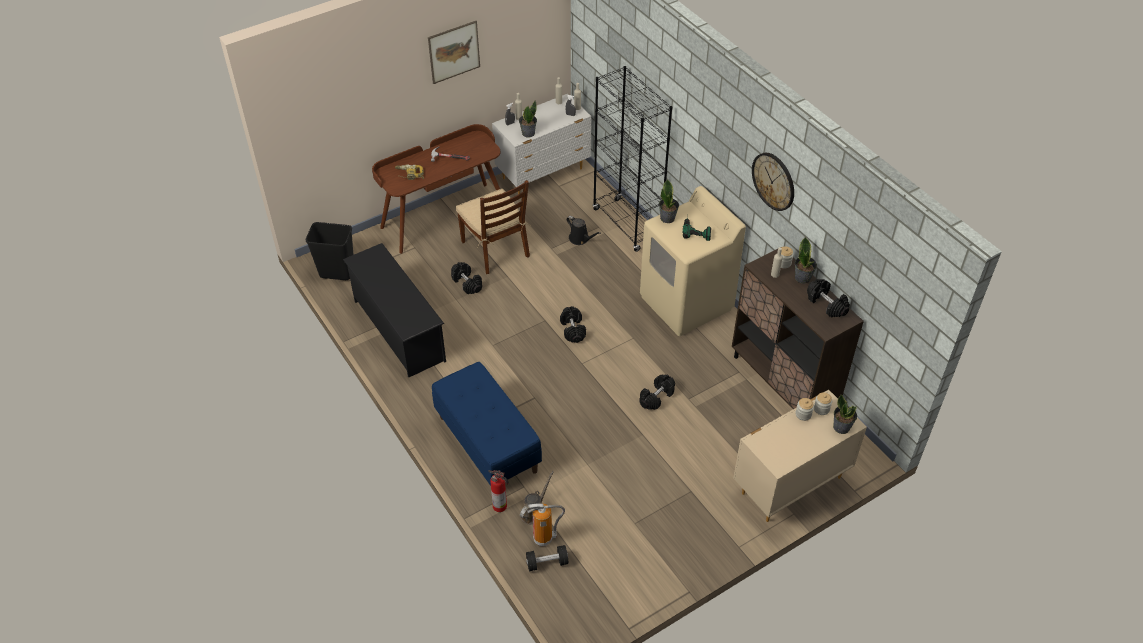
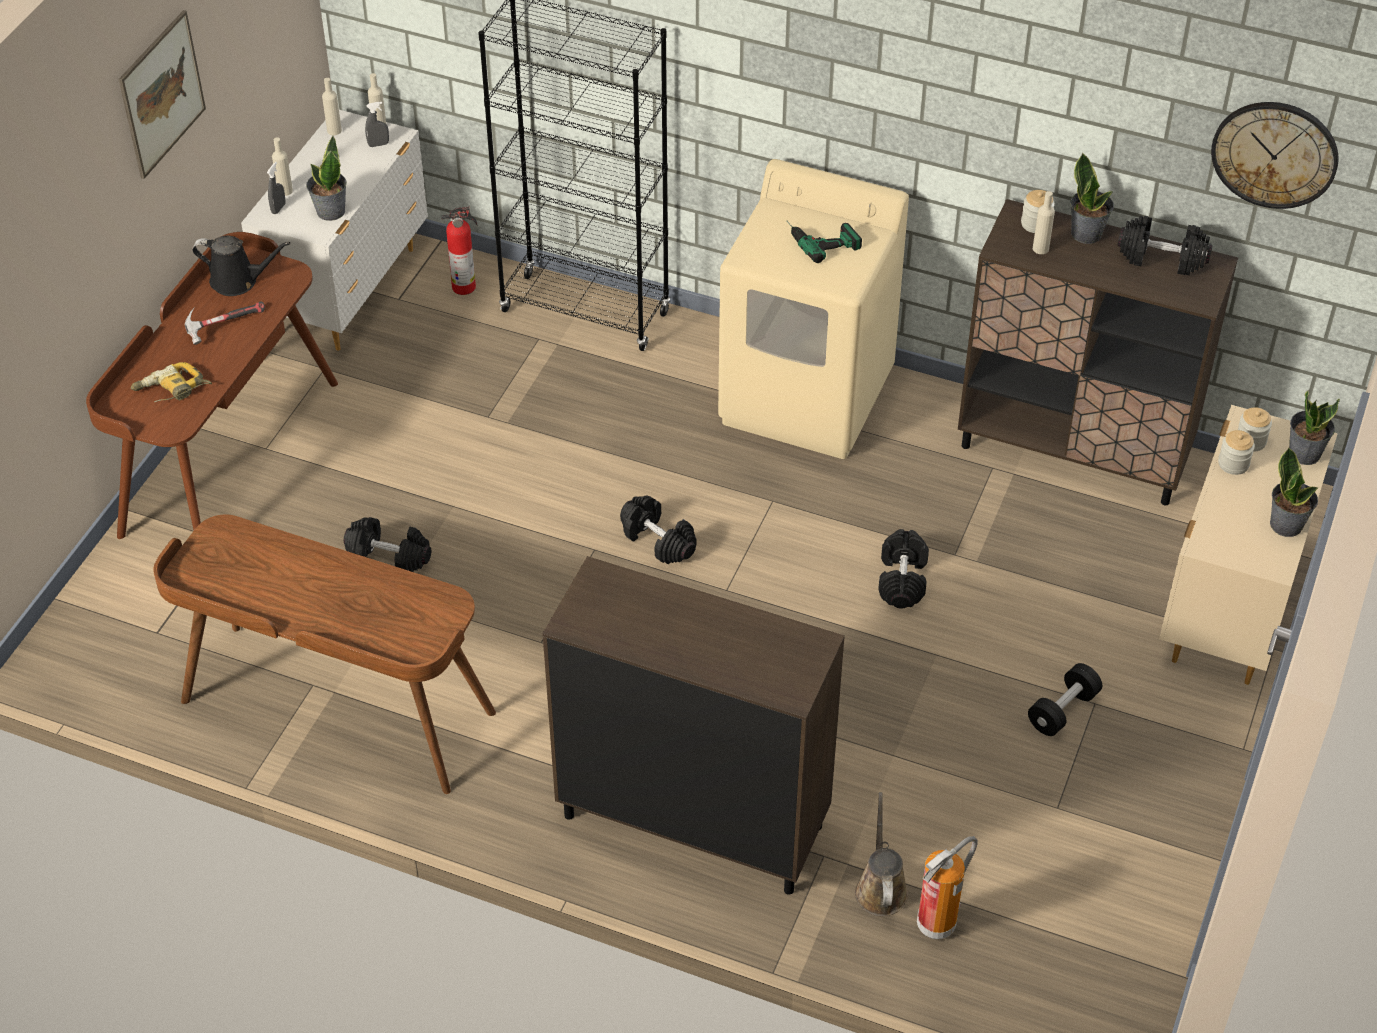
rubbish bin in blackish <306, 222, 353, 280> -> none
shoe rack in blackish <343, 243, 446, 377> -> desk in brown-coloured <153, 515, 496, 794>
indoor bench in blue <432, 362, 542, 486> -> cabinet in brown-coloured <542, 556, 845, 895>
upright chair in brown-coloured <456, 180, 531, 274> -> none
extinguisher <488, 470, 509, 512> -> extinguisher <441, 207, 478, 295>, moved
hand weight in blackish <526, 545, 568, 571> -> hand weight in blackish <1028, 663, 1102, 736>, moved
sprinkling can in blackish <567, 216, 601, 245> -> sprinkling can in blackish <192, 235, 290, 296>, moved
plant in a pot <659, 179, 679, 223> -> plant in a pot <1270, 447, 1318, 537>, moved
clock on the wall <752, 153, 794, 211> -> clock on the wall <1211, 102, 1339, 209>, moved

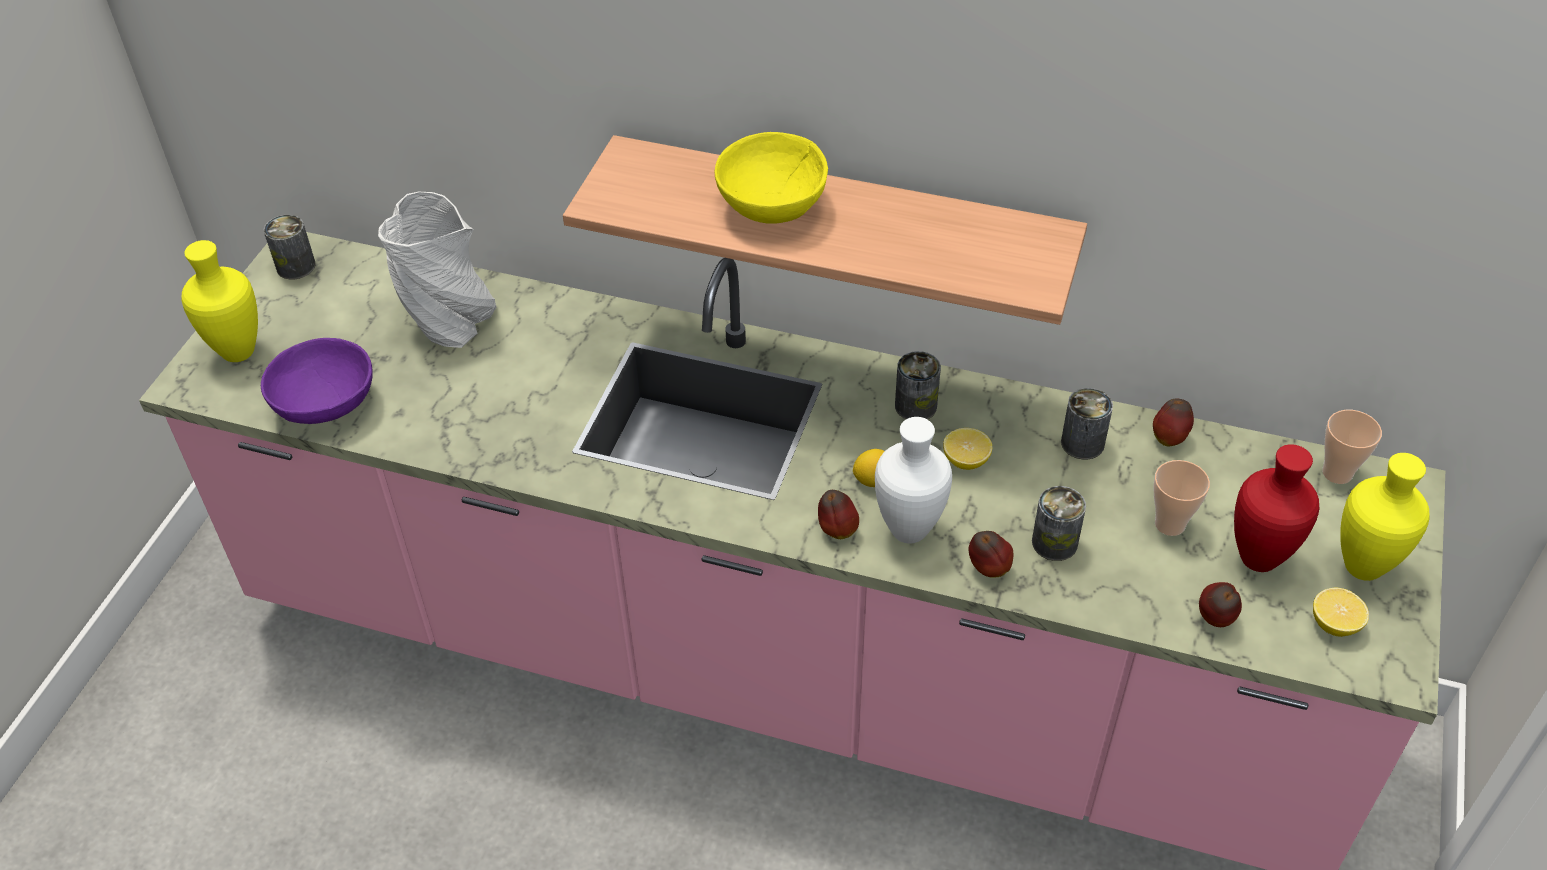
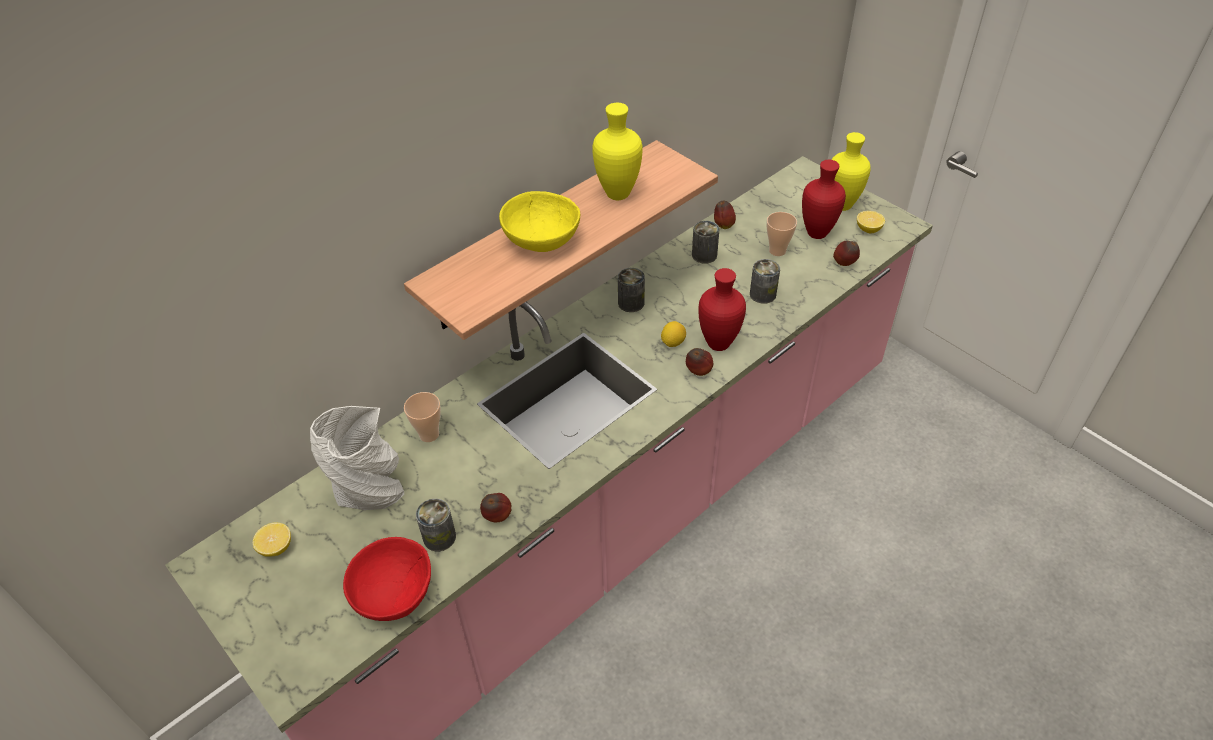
vase in yellow <182, 240, 258, 362> -> vase in yellow <592, 103, 643, 200>, moved
deep dish in purplish <261, 338, 373, 424> -> deep dish in red-coloured <343, 537, 431, 621>
metal can <264, 215, 316, 280> -> metal can <416, 499, 456, 551>, moved
vase in white <875, 417, 952, 544> -> vase in red-coloured <698, 268, 746, 351>
lemon <943, 428, 992, 470> -> lemon <253, 522, 291, 557>, moved
apple <969, 531, 1013, 578> -> apple <480, 493, 511, 522>, moved
small cup <1322, 410, 1382, 484> -> small cup <404, 392, 441, 442>, moved

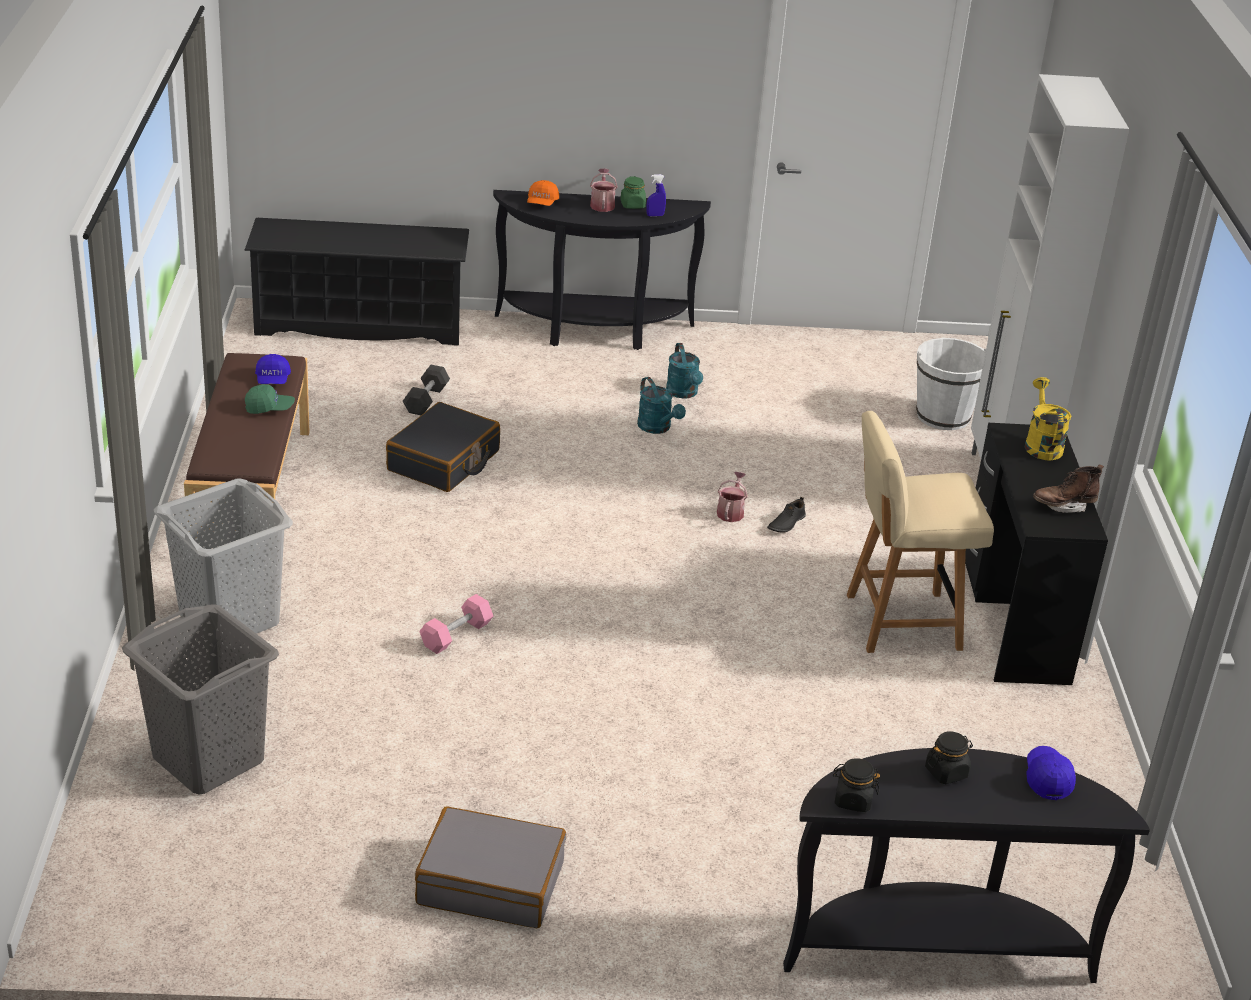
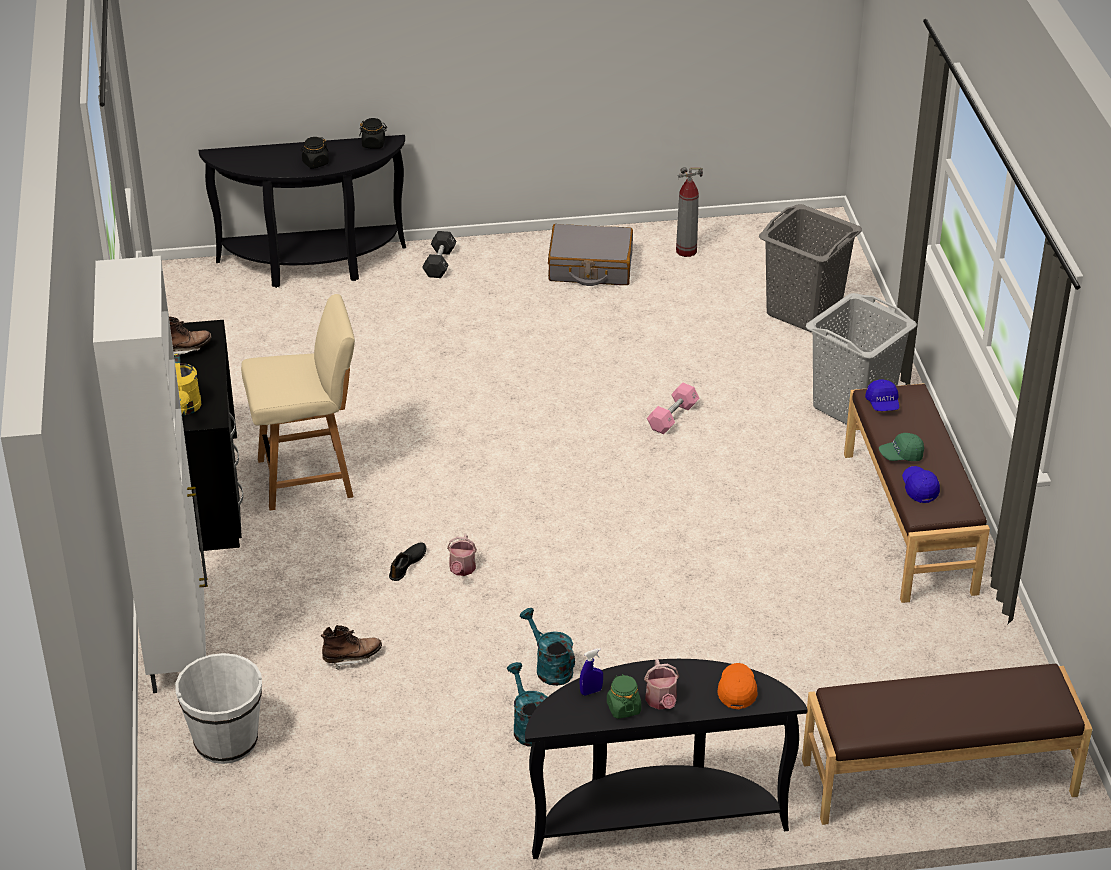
shoe rack in blackish <244, 218, 469, 346> -> indoor bench in brown-coloured <802, 664, 1092, 825>
suitcase in blackish <386, 402, 500, 492> -> none
hand weight in blackish <403, 365, 450, 415> -> hand weight in blackish <422, 231, 457, 278>, moved
cap in blue <1026, 746, 1076, 800> -> cap in blue <865, 379, 899, 411>, moved
none -> high-top boot in brown-coloured <321, 625, 382, 670>
none -> extinguisher <676, 167, 703, 257>

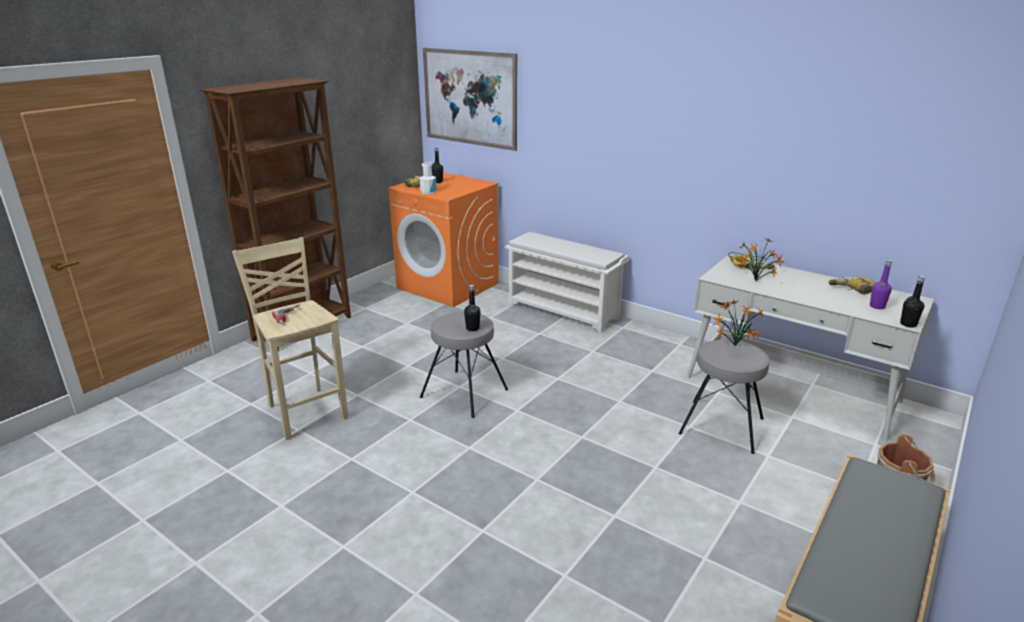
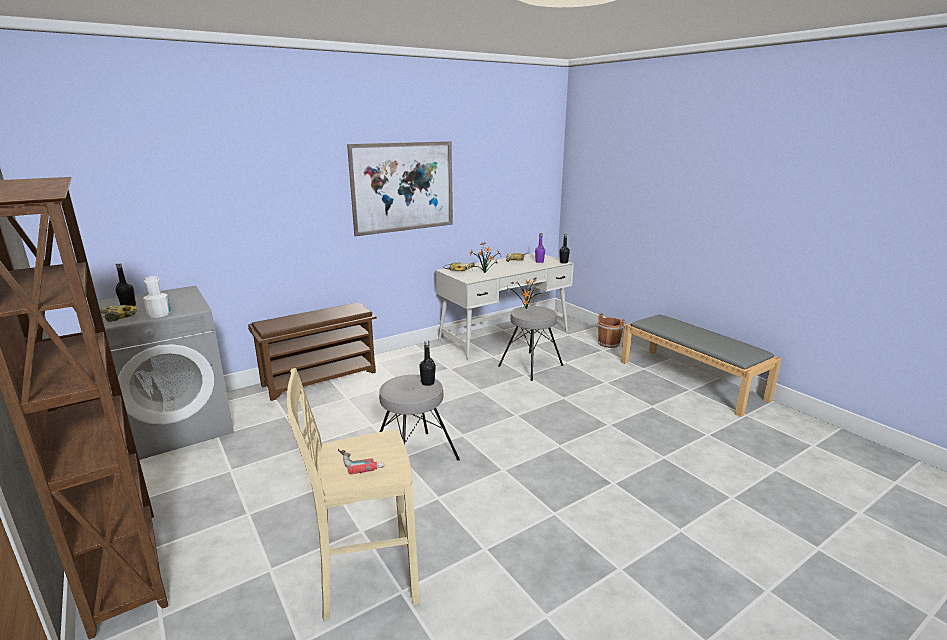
laundry appliance in orangey <389, 172, 499, 307> -> laundry appliance in gray <88, 286, 234, 460>
wall art <423, 48, 517, 151> -> wall art <347, 141, 453, 236>, moved
shoe rack in white <505, 232, 629, 333> -> shoe rack in brown-coloured <248, 302, 376, 401>

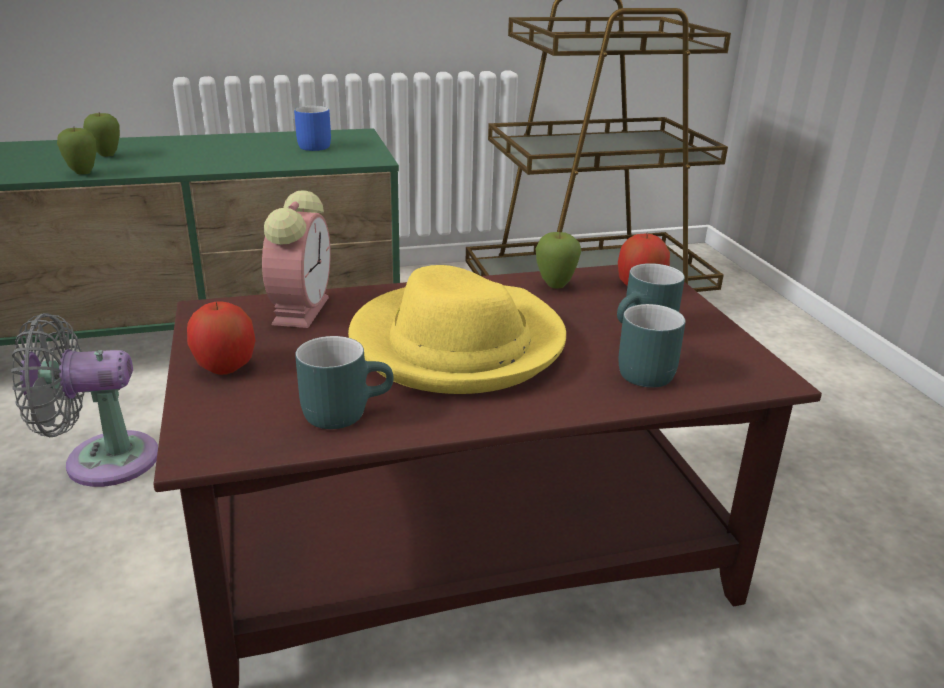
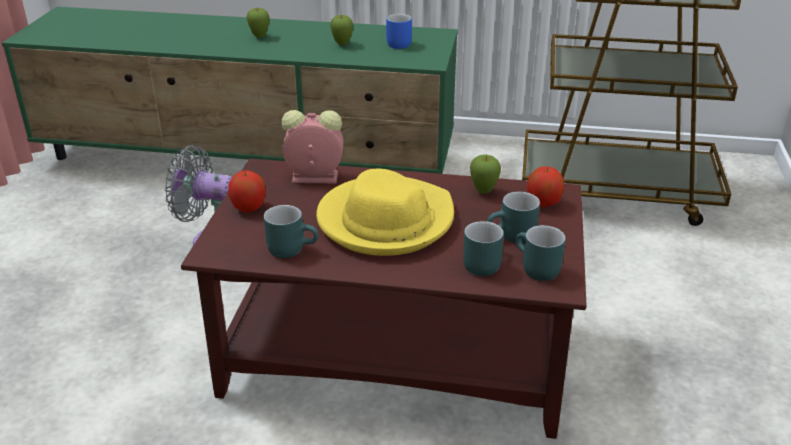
apple <57, 126, 97, 174> -> apple <330, 15, 353, 46>, moved
alarm clock <262, 190, 331, 328> -> alarm clock <281, 110, 344, 183>, 120 degrees counterclockwise
none -> tea mug in turquoise-coloured <516, 225, 566, 281>

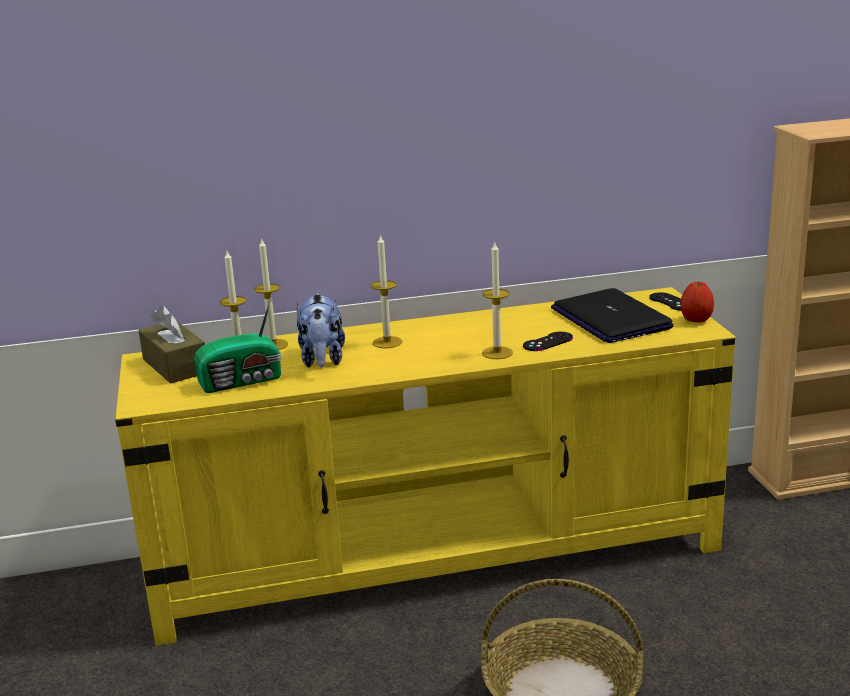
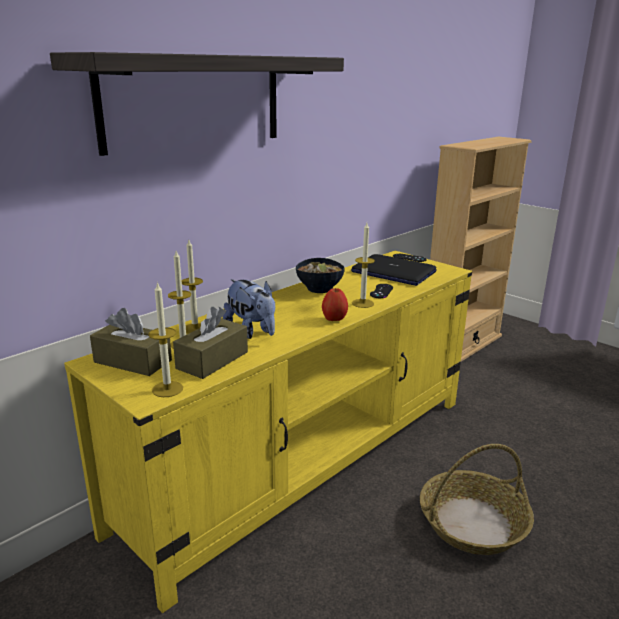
radio receiver <194, 294, 281, 393> -> box of tissues in brown-coloured <173, 307, 248, 379>
candle <371, 234, 402, 348> -> candle <148, 282, 183, 397>, moved
apple <680, 282, 714, 323> -> apple <322, 288, 348, 321>, moved
none -> wall shelf <50, 52, 344, 156>
none -> deep dish <296, 258, 345, 293>

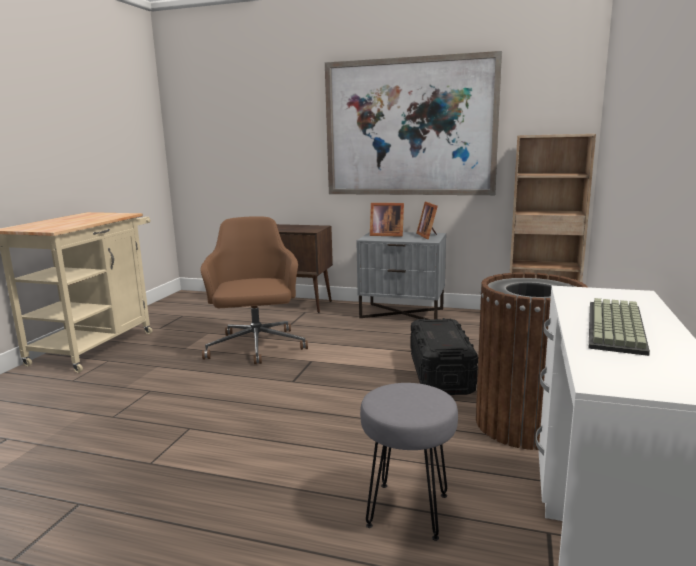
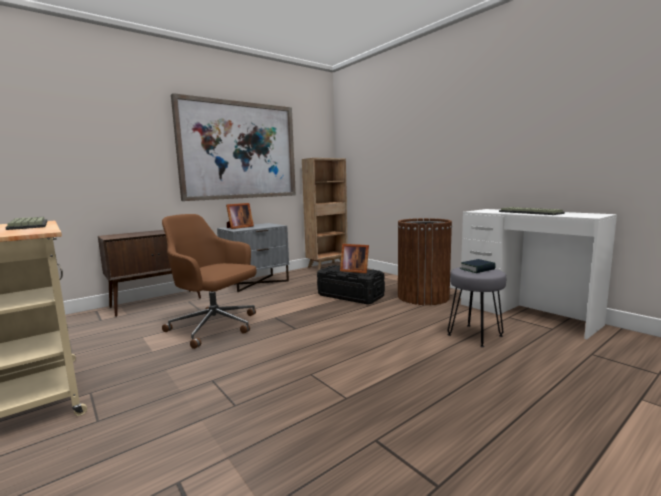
photo frame <416, 201, 438, 239> -> photo frame <340, 244, 369, 273>, moved
none -> computer keyboard <5, 217, 47, 230>
none -> volume <460, 259, 496, 273>

